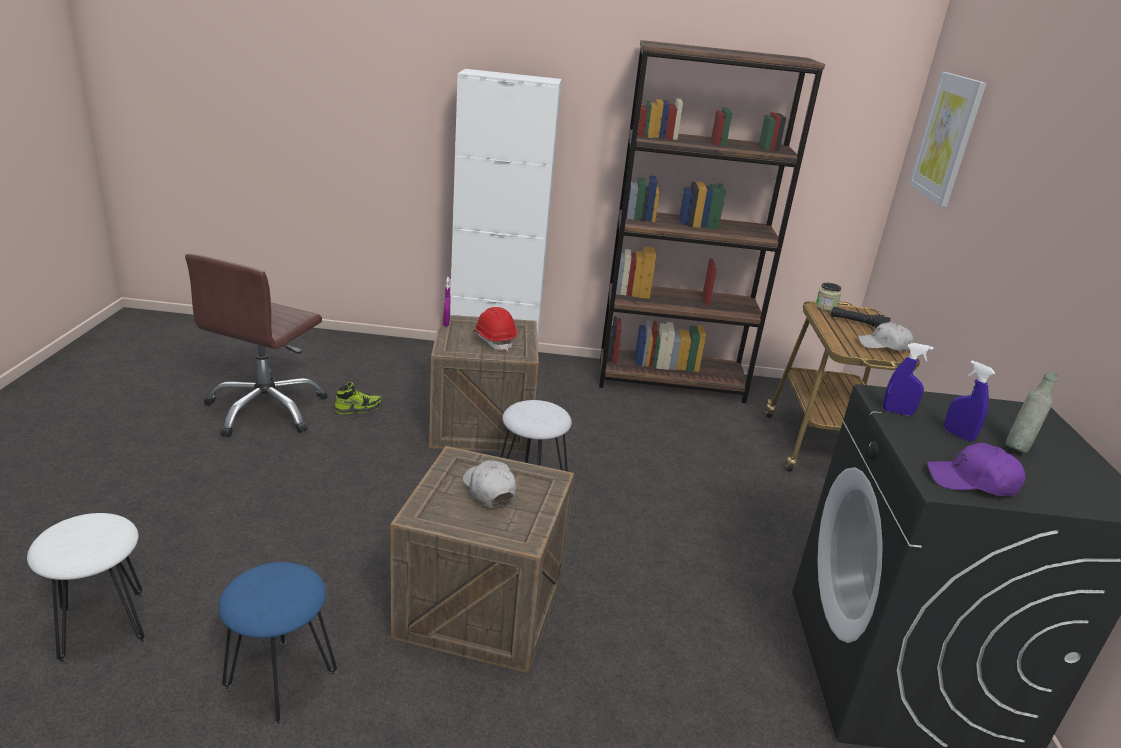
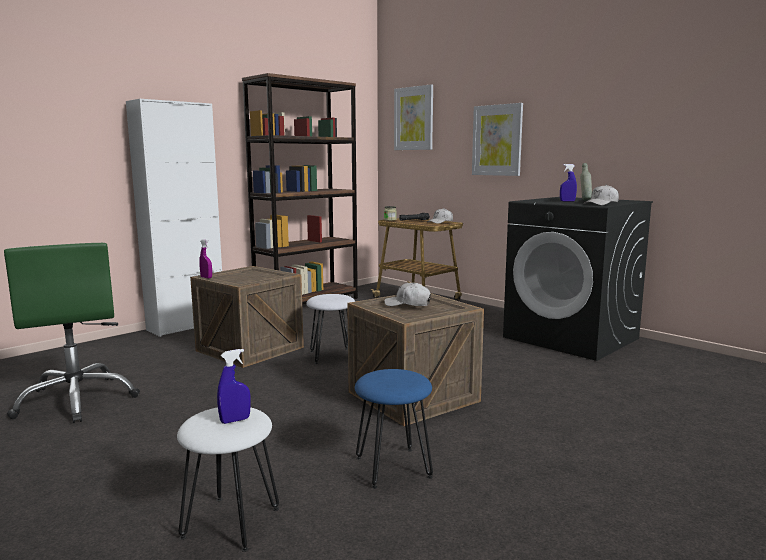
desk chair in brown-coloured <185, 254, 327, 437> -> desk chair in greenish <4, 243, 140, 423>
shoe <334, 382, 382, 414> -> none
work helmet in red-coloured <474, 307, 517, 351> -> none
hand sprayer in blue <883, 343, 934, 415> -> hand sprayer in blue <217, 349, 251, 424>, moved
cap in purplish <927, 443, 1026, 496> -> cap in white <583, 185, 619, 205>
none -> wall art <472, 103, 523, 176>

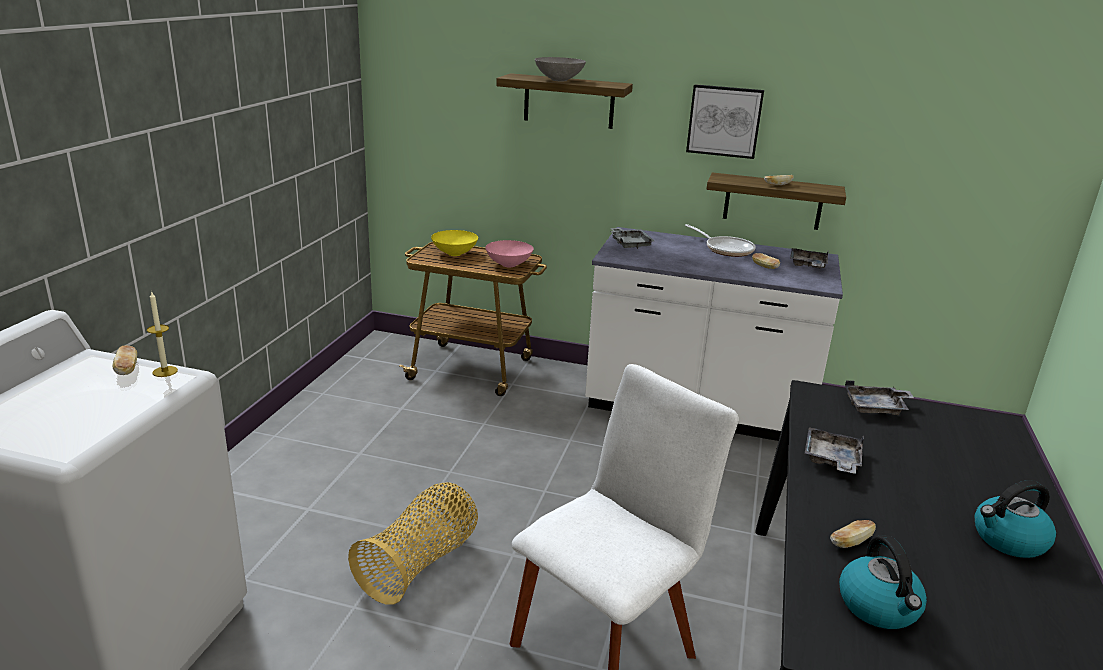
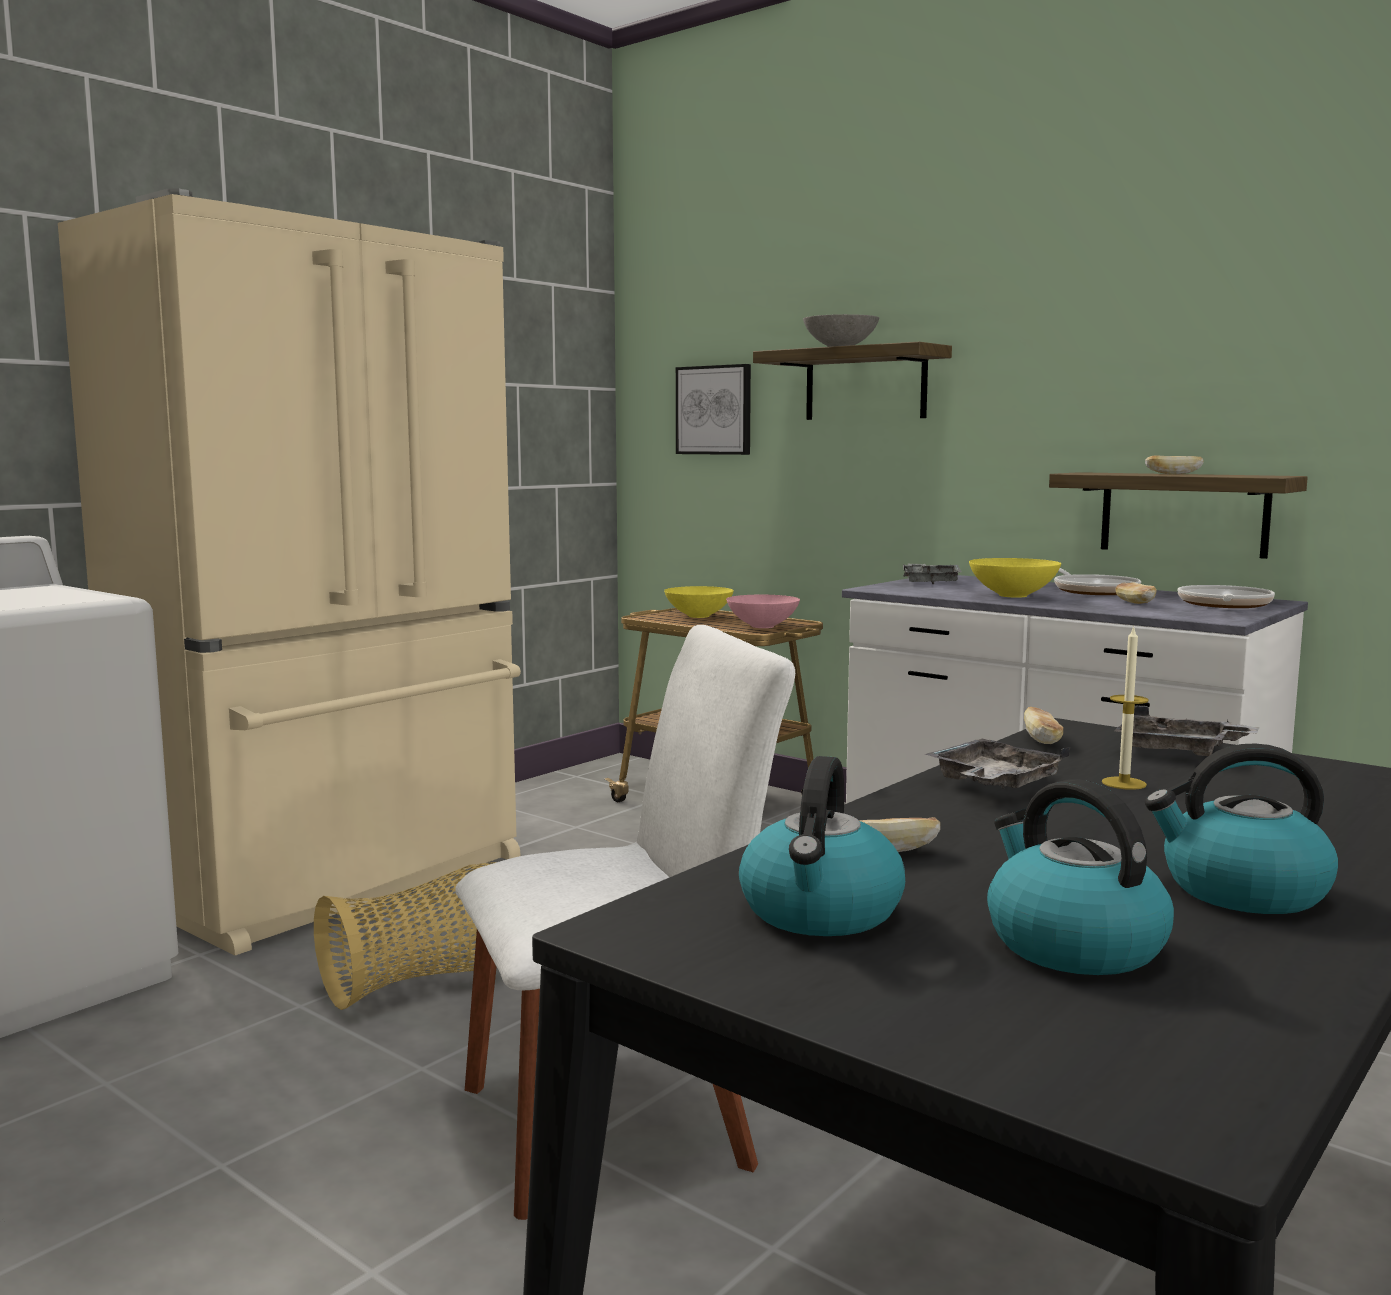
bread <113, 346, 137, 375> -> bread <1024, 707, 1063, 744>, moved
candle <147, 292, 178, 377> -> candle <1102, 626, 1149, 790>, moved
wall art <686, 84, 764, 159> -> wall art <676, 364, 751, 455>, moved
serving tray in gray <790, 248, 828, 269> -> frying pan <1177, 585, 1275, 608>
none -> kitchen fridge in sand-coloured <58, 188, 521, 955>
none -> deep dish in yellow <969, 558, 1061, 598>
none -> water kettle <987, 780, 1174, 975>

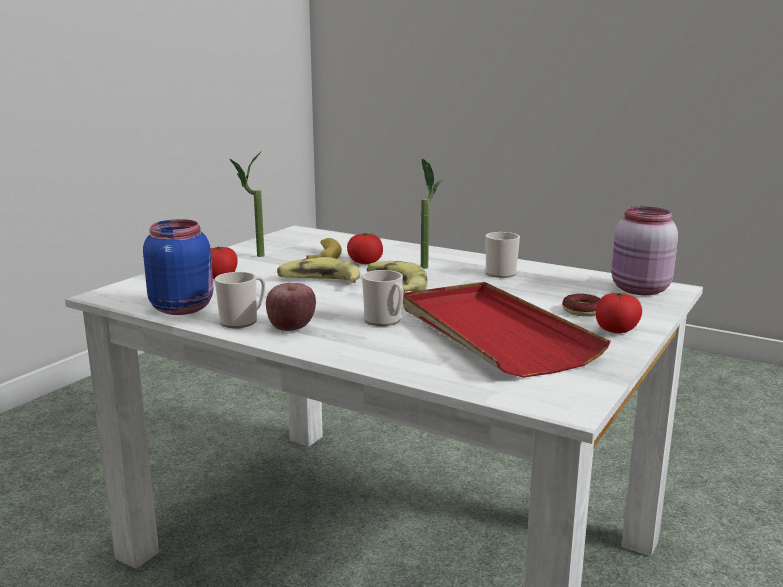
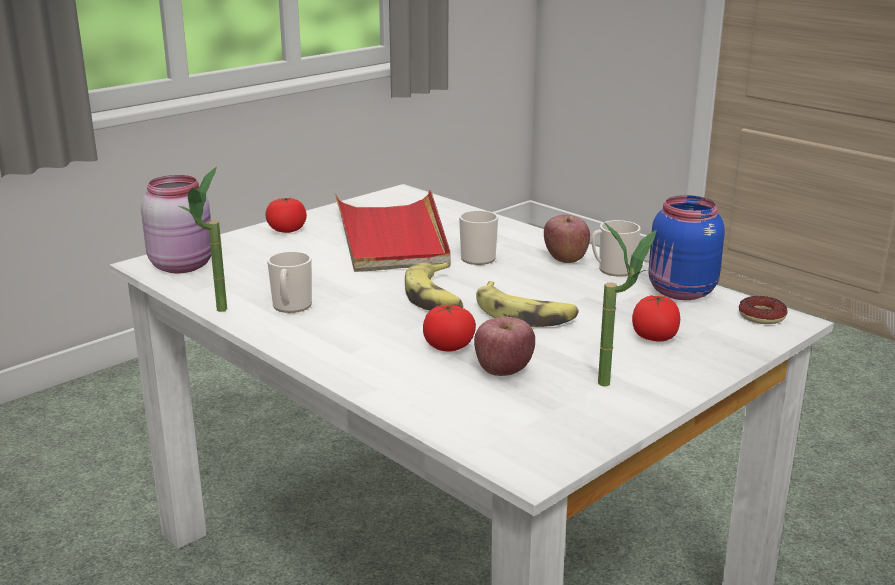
banana fruit <306, 238, 342, 259> -> apple <474, 317, 535, 376>
plant in a pot <420, 158, 443, 269> -> plant in a pot <178, 167, 227, 312>, moved
ring doughnut <562, 294, 601, 316> -> ring doughnut <739, 296, 787, 324>, moved

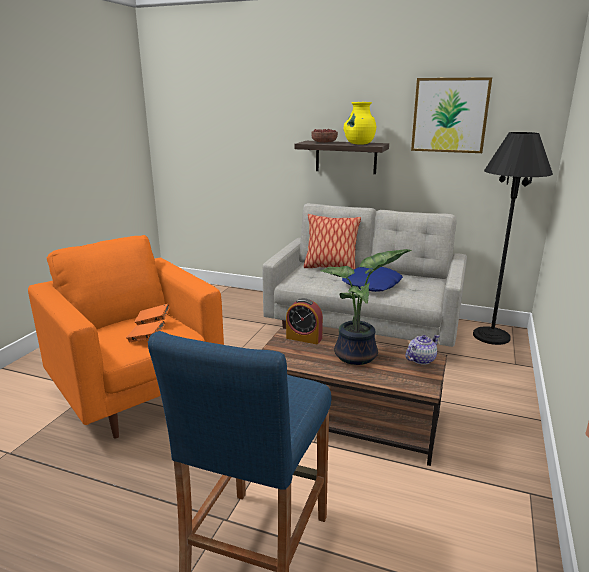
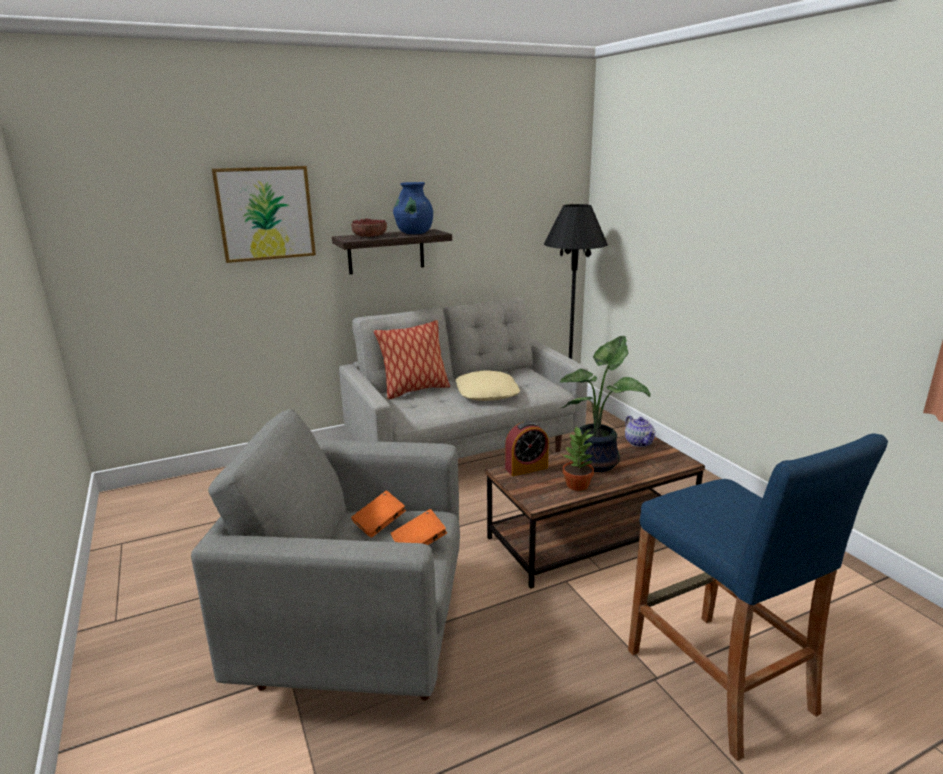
lounge chair in orangey <28, 235, 224, 438> -> lounge chair in gray <191, 409, 460, 701>
throw pillow in blue <342, 267, 403, 292> -> throw pillow in sand-coloured <456, 370, 520, 401>
vase in yellow <343, 102, 376, 145> -> vase in blue <393, 182, 433, 234>
teapot <405, 335, 439, 365> -> teapot <625, 416, 656, 447>, 150 degrees clockwise
wall art <411, 77, 492, 153> -> wall art <212, 166, 316, 263>, moved
none -> plant in a pot <563, 426, 594, 491>

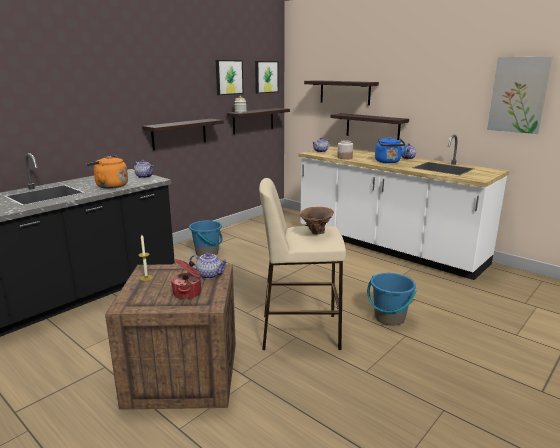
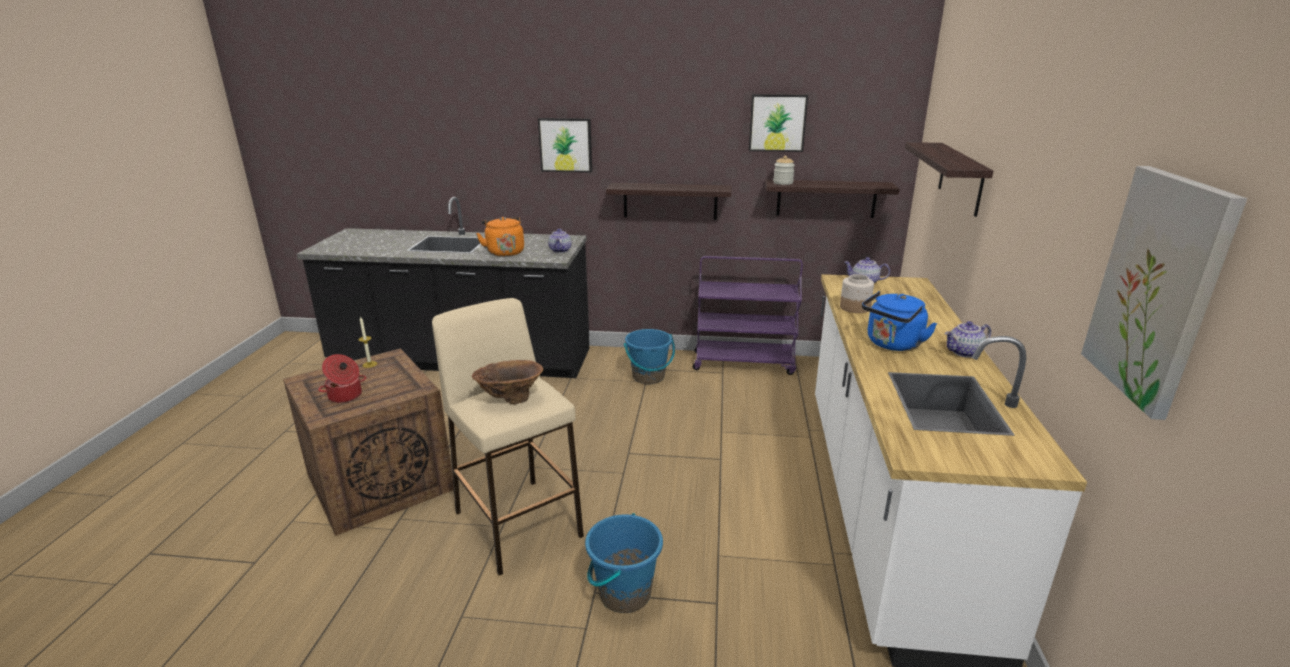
teapot <190, 252, 228, 279> -> none
wall art <255, 61, 279, 94> -> wall art <538, 118, 592, 173>, moved
wall shelf <331, 113, 409, 140> -> none
none -> cart in purplish <693, 256, 803, 375>

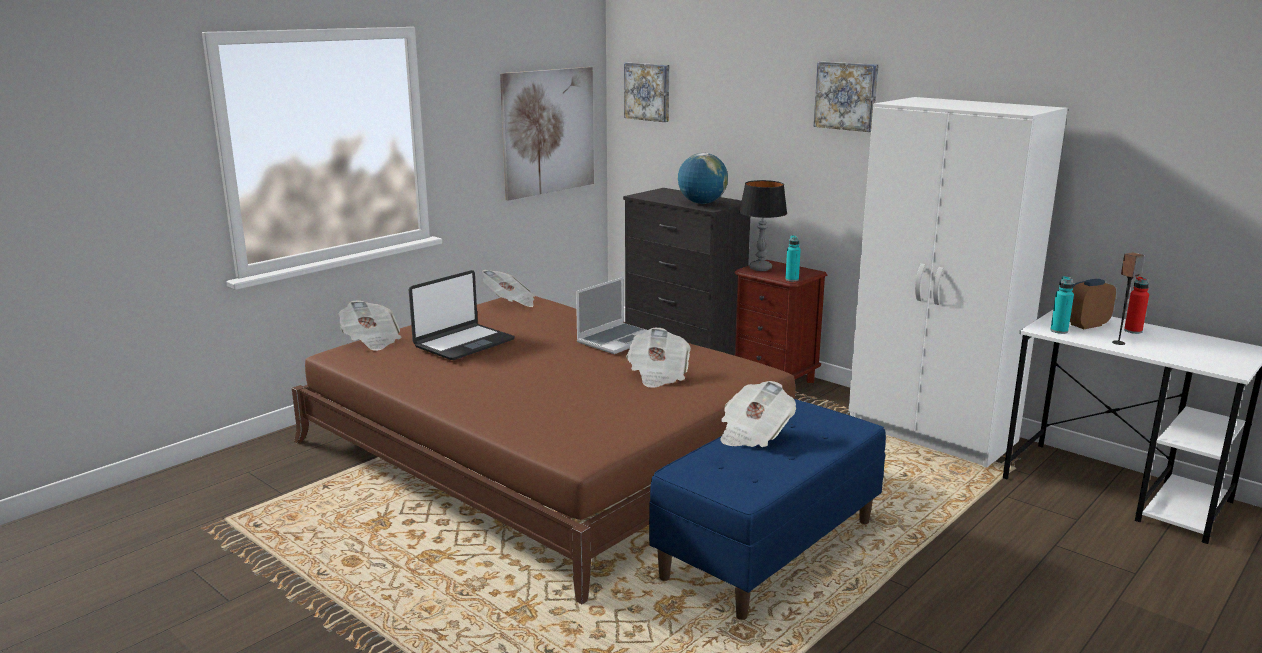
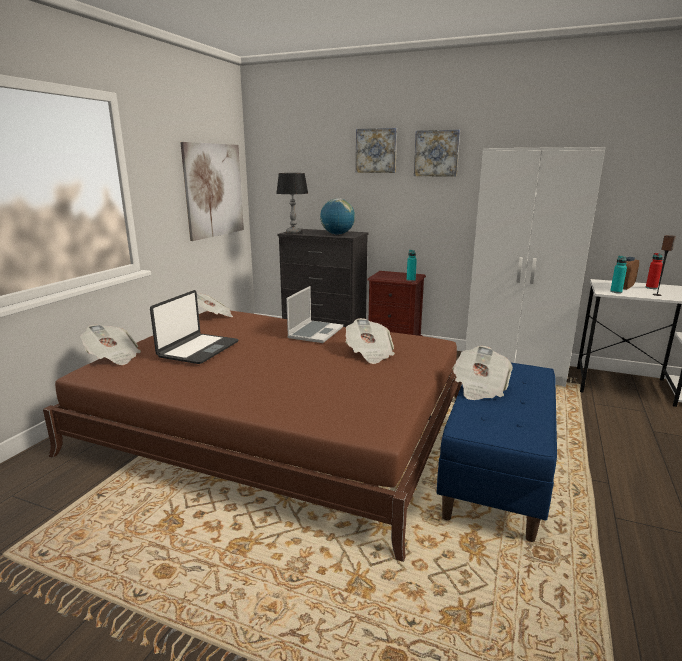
wall art <624, 63, 669, 122> -> wall art <356, 128, 397, 173>, moved
table lamp <739, 180, 787, 271> -> table lamp <276, 173, 308, 234>, moved

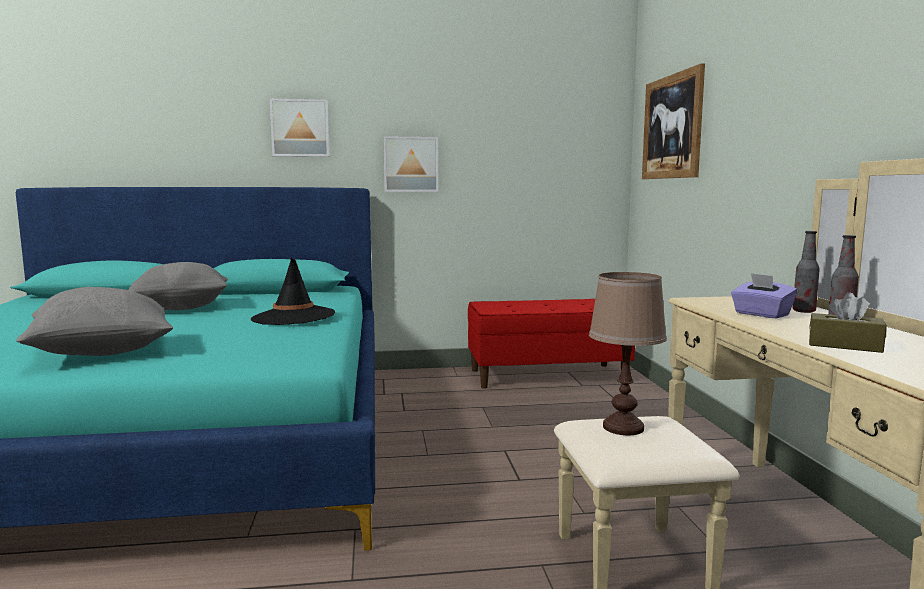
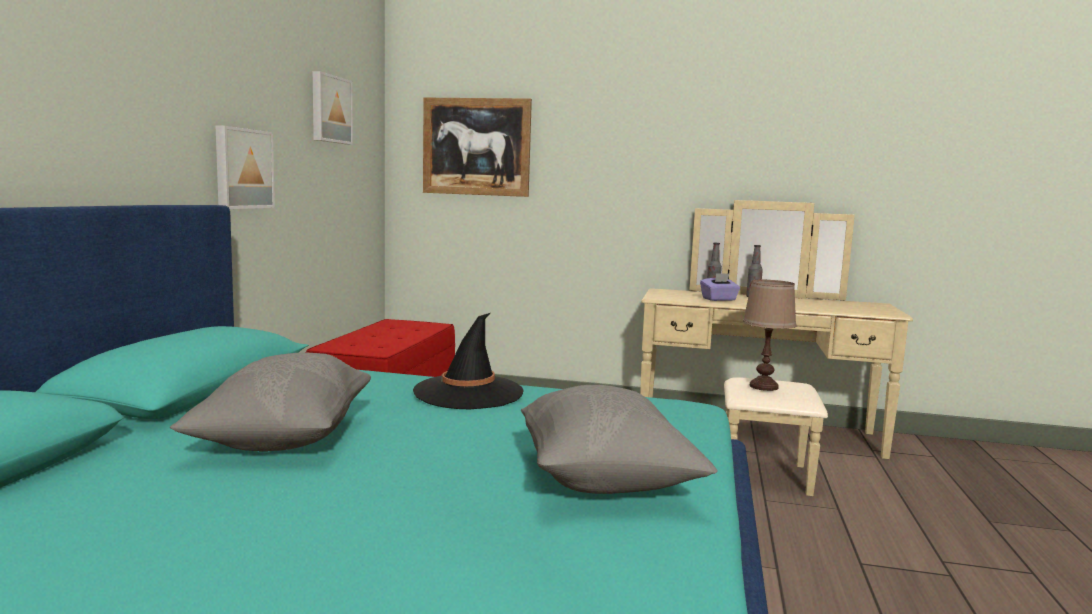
wall art <270, 99, 330, 157> -> wall art <313, 71, 353, 145>, moved
box of tissues in brown-coloured <809, 293, 887, 353> -> none

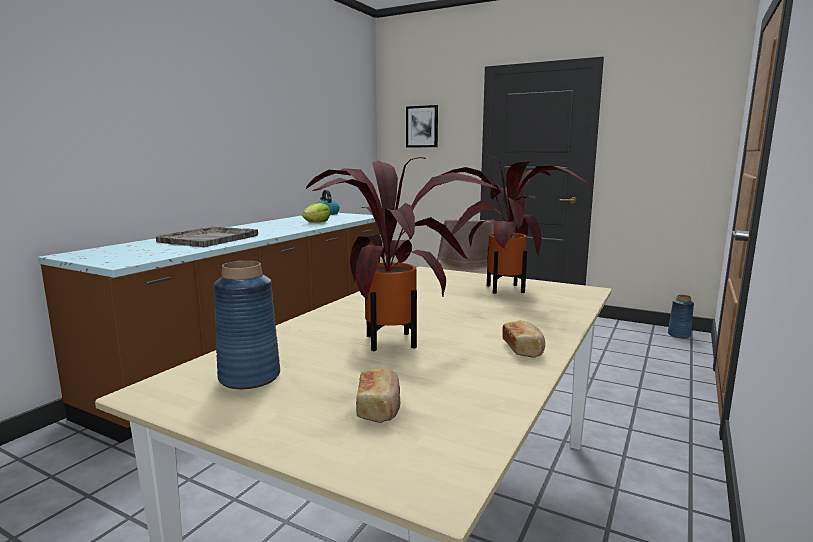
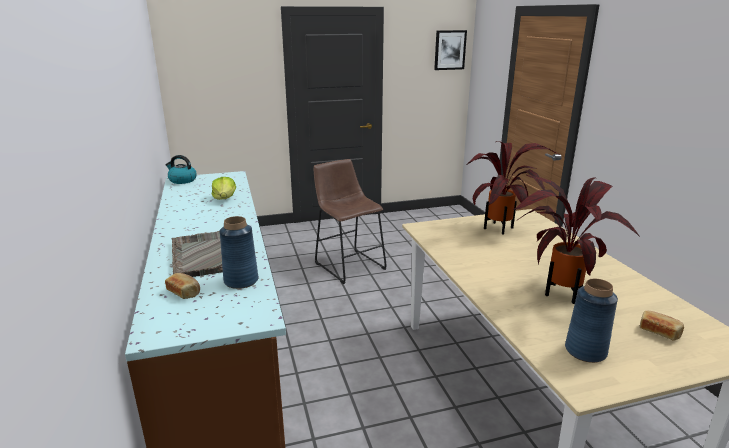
wall art <406, 105, 438, 148> -> wall art <434, 30, 467, 70>, moved
bread <502, 320, 545, 358> -> bread <165, 273, 200, 299>, moved
vase in blue <668, 295, 694, 338> -> vase in blue <219, 216, 259, 289>, moved

